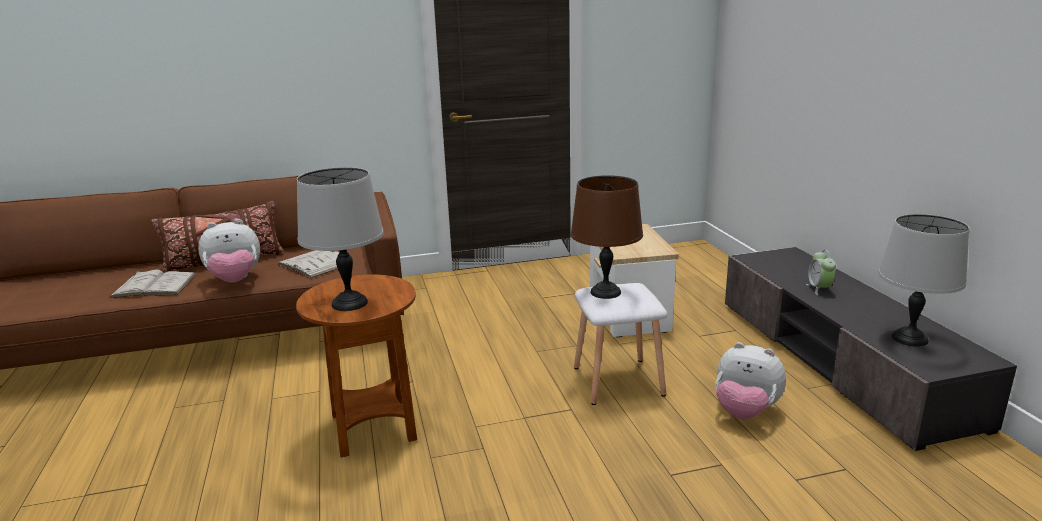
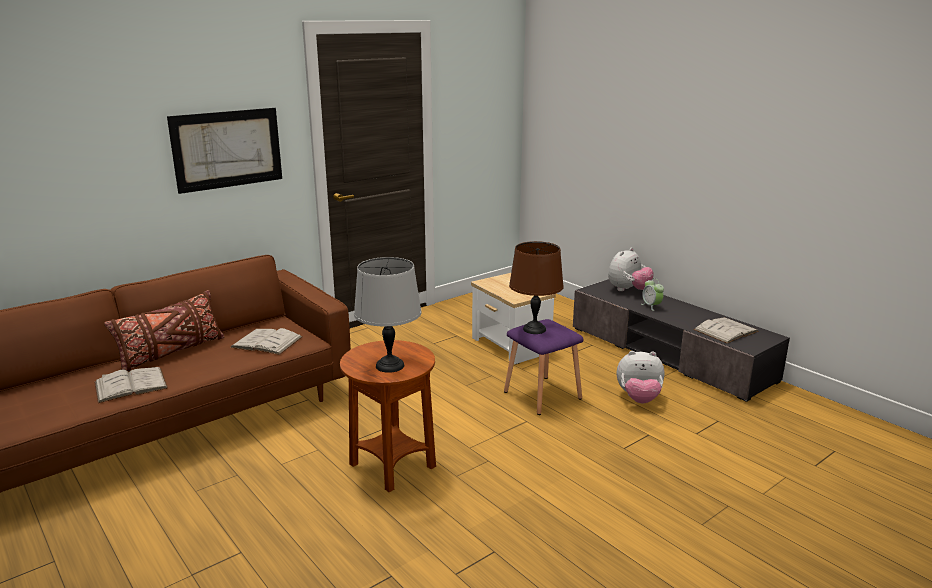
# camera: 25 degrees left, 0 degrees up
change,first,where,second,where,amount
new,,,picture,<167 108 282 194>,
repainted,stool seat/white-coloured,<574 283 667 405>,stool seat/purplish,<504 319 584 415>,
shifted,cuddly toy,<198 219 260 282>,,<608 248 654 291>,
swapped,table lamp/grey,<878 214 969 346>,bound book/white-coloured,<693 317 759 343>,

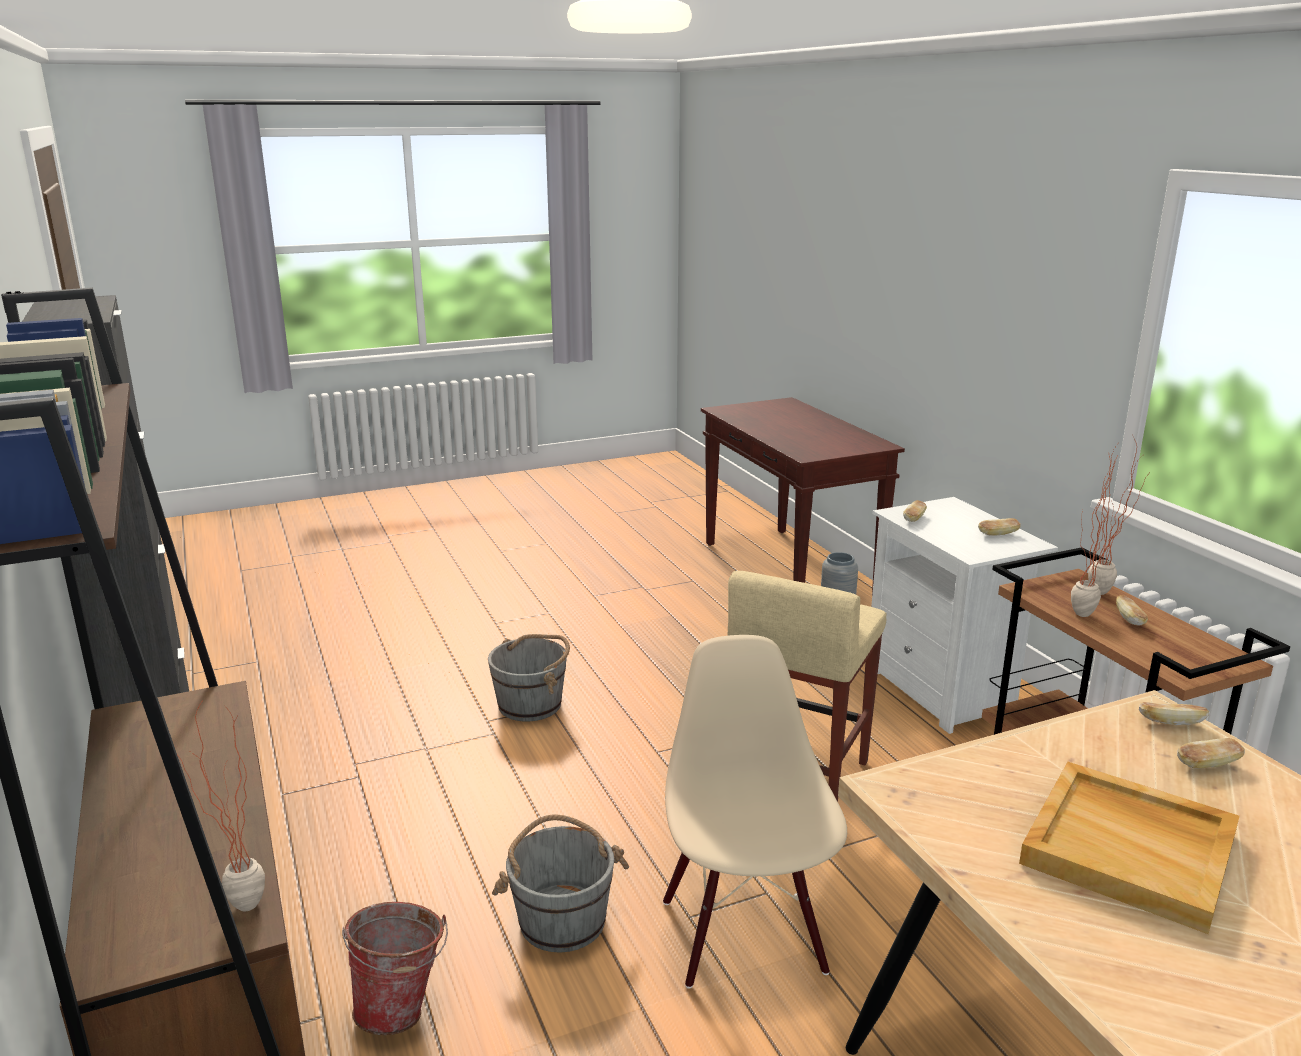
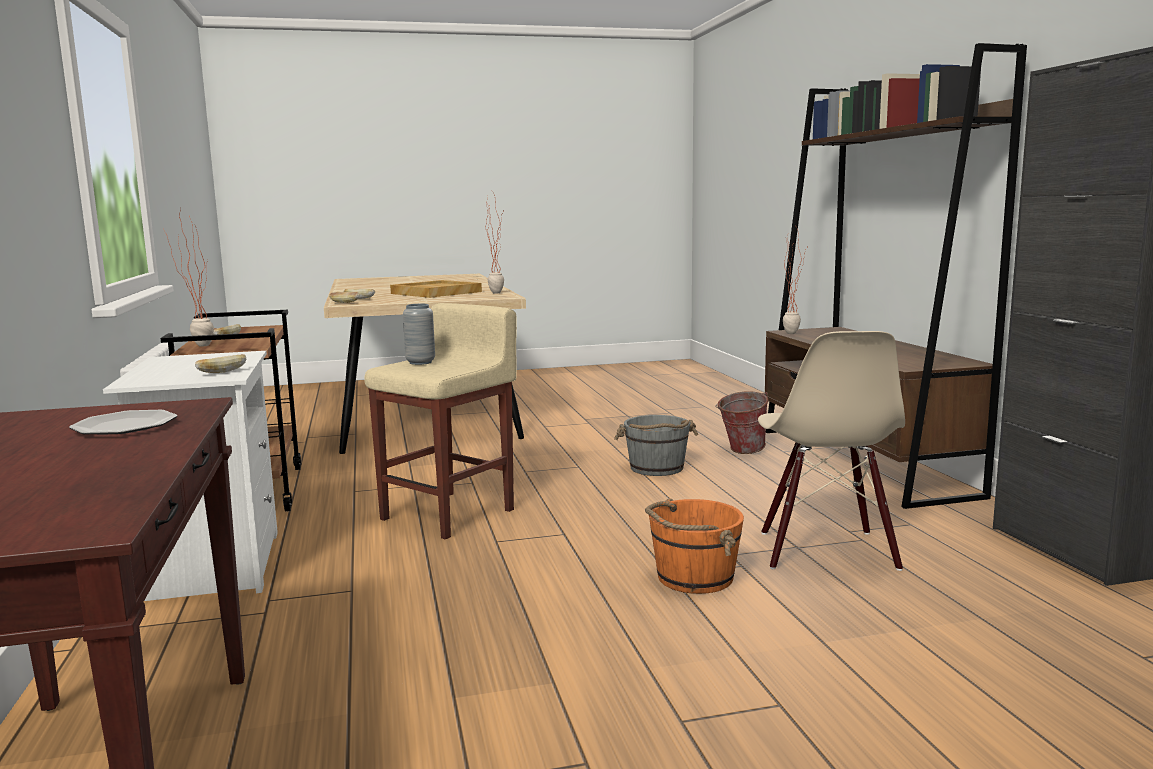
# camera: 170 degrees left, 10 degrees down
change,first,where,second,where,amount
new,,,plate,<69 410 177 435>,
shifted,houseplant,<1071 454 1132 617>,,<485 195 504 294>,
repainted,bucket/grey,<488 634 570 721>,bucket/orangey,<645 499 744 594>,
shifted,chair/beige,<663 635 847 989>,,<758 331 905 571>,
gone,baked bread,<978 518 1021 535>,,,

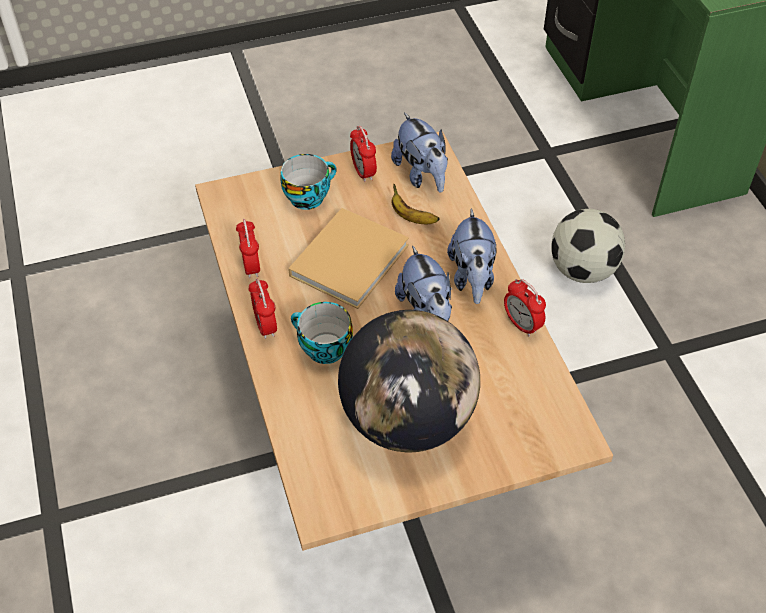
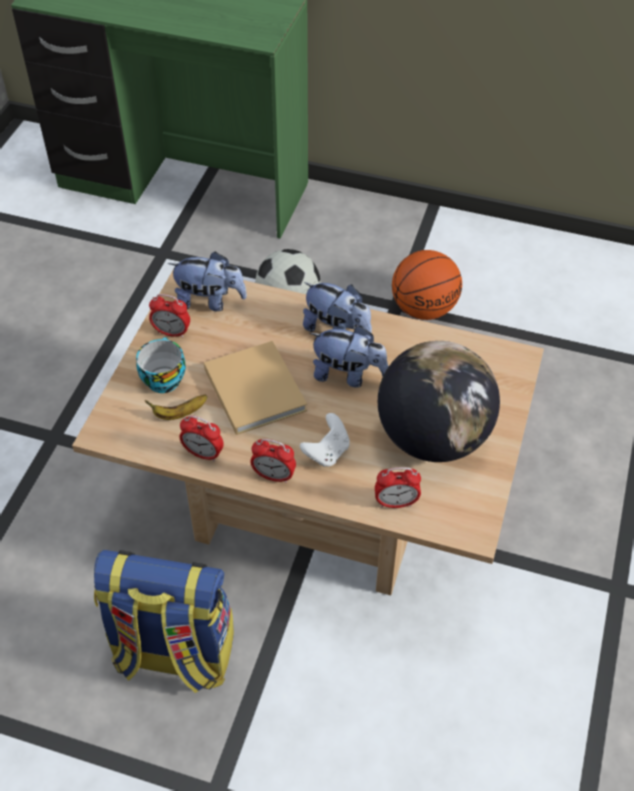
# camera: 55 degrees left, 0 degrees up
change,first,where,second,where,amount
new,,,knapsack,<94 550 234 693>,
shifted,banana,<391 184 440 224>,,<145 395 207 420>,
swapped,cup,<291 302 353 364>,game controller/white-coloured,<300 413 350 467>,
shifted,bedside clock,<504 279 546 337>,,<375 467 421 508>,
new,,,basketball ball,<392 250 462 320>,

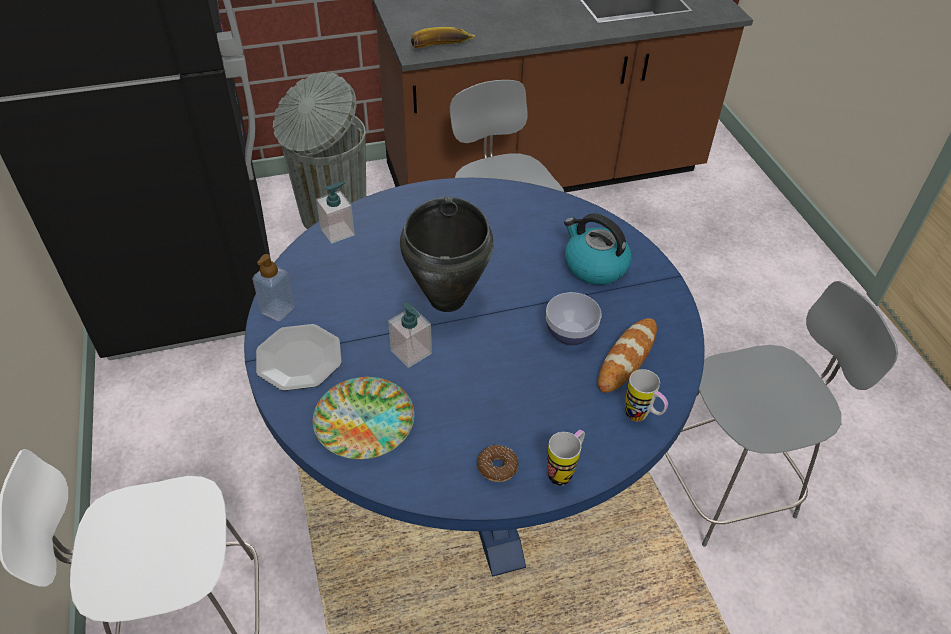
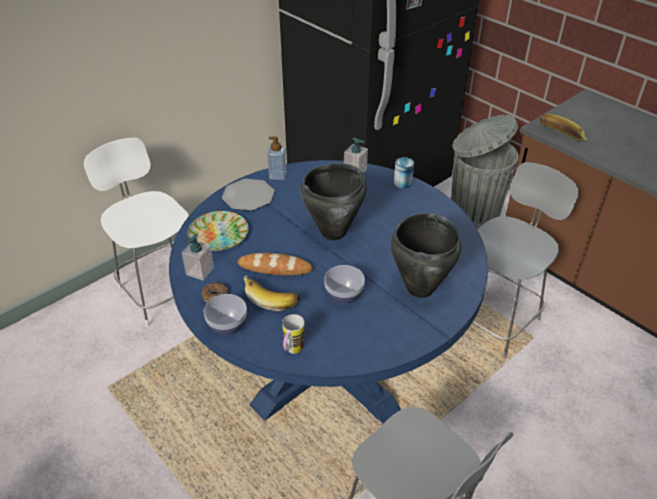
# camera: 65 degrees right, 5 degrees down
change,first,where,second,where,amount
shifted,soap dispenser,<388 302 432 368>,,<181 234 214 281>,
swapped,coffee mug,<547 430 585 486>,deep dish,<204 294 247 335>,
shifted,baked bread,<598 318 657 393>,,<237 253 313 275>,
new,,,banana,<244 275 300 311>,
swapped,water kettle,<564 213 632 285>,stockpot/black,<391 213 461 298>,
new,,,sealed can,<394 157 414 189>,

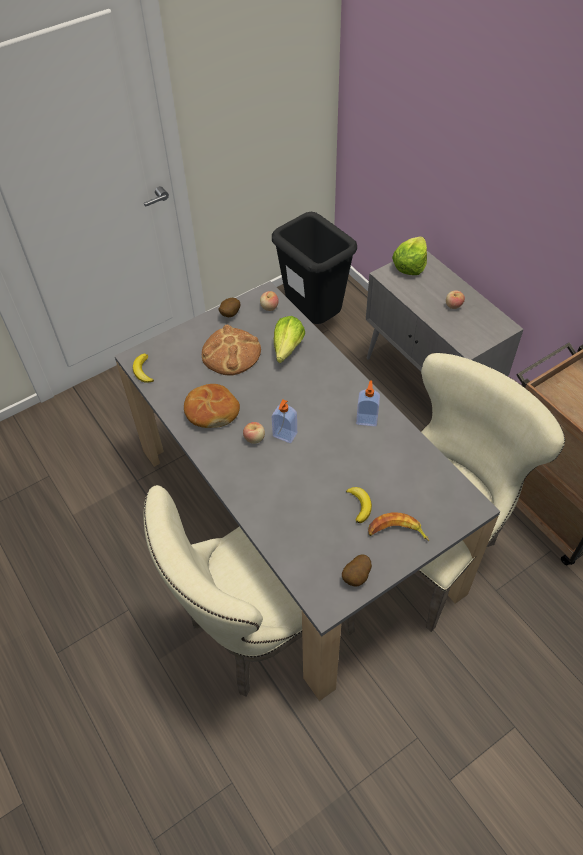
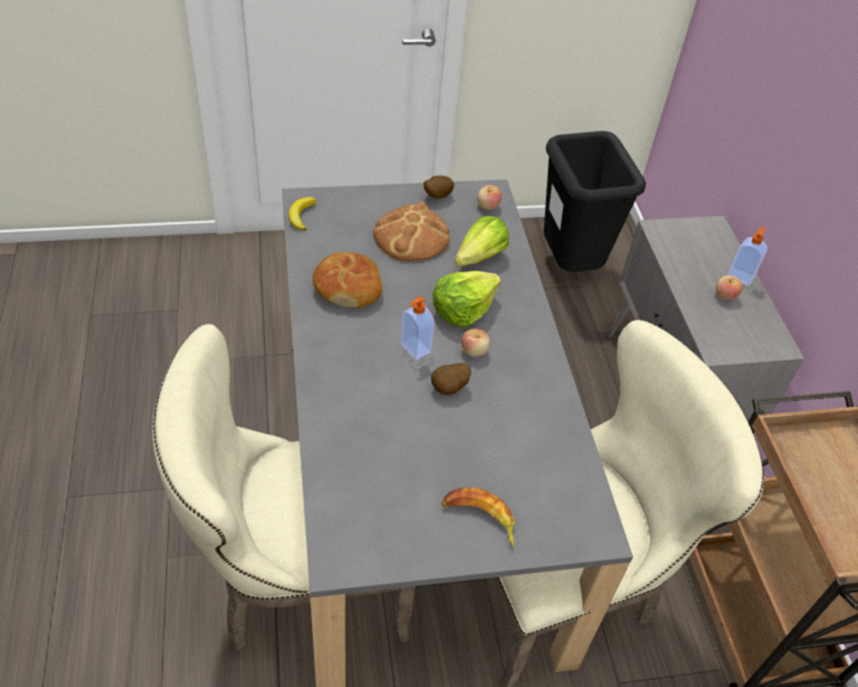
# camera: 20 degrees right, 5 degrees down
change,first,where,second,where,amount
shifted,spud,<342 555 372 587>,,<431 363 471 395>,
shifted,lettuce head,<392 236 427 275>,,<432 271 501 328>,
shifted,apple,<243 422 265 444>,,<461 328 490 357>,
shifted,soap dispenser,<356 380 380 426>,,<727 227 767 286>,
gone,banana,<346 487 372 523>,,,

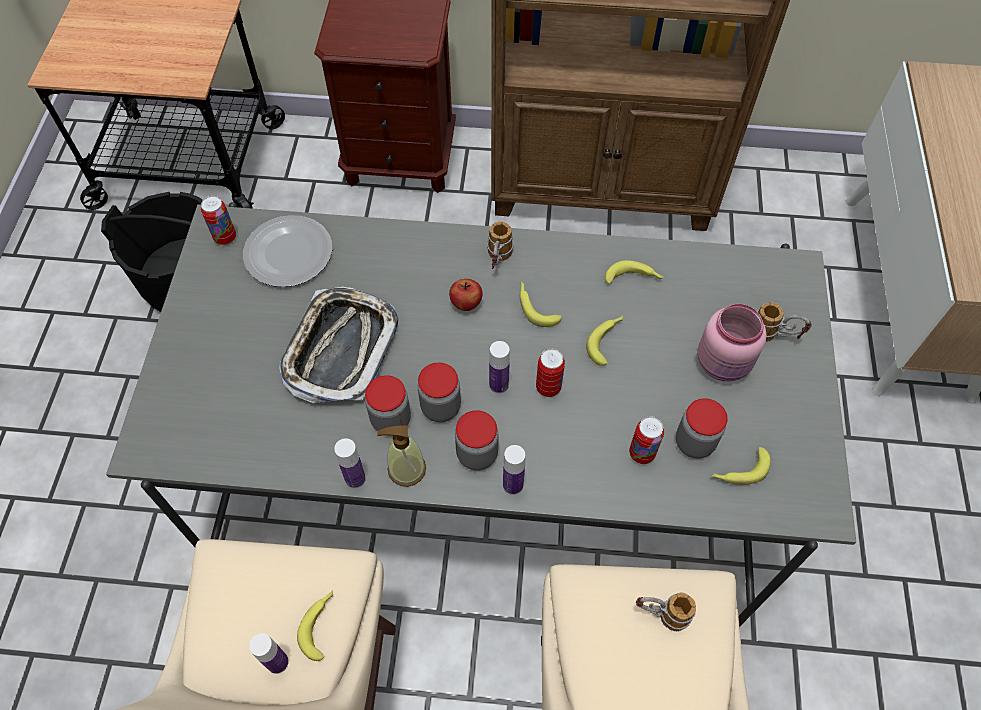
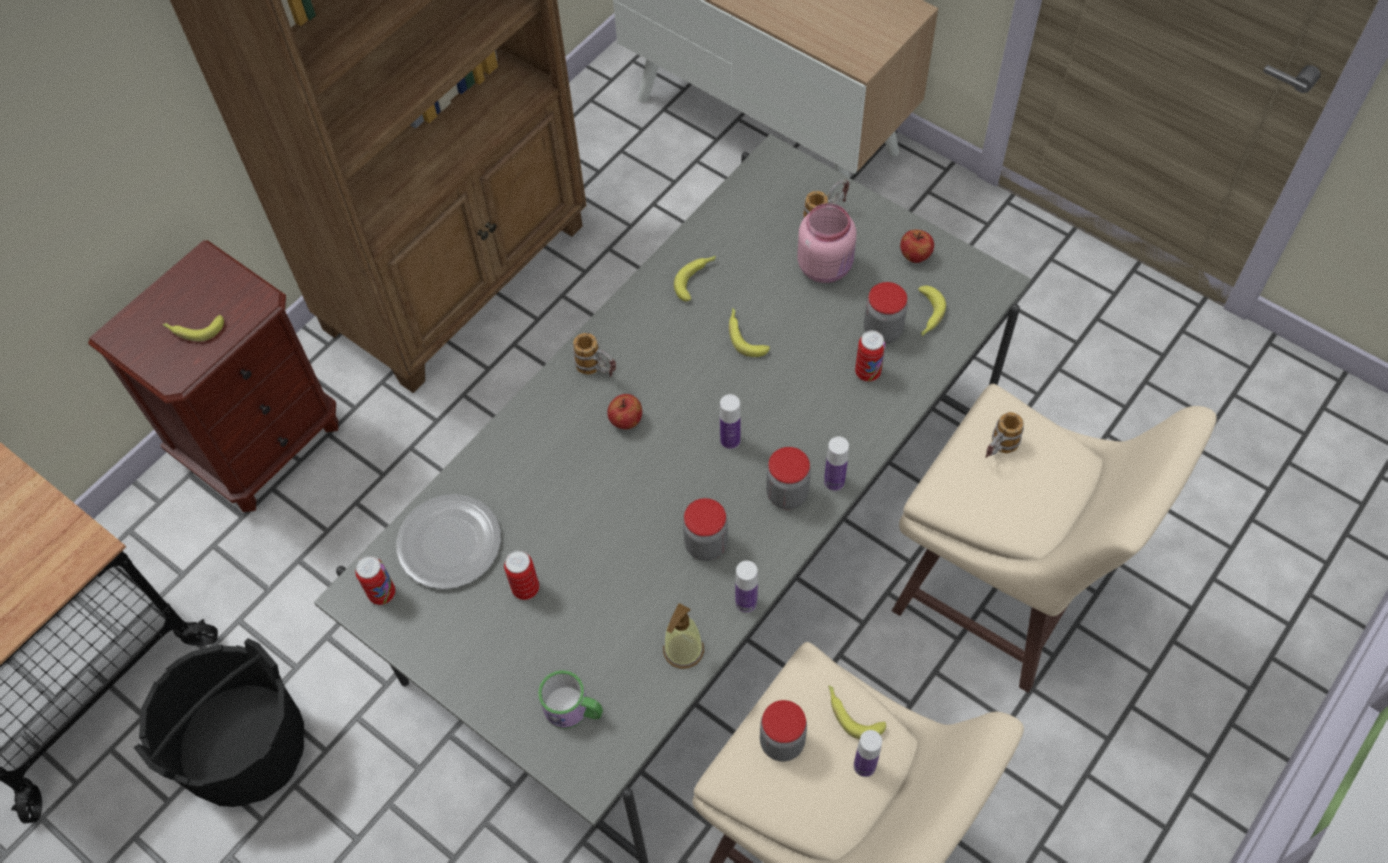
# camera: 55 degrees left, 0 degrees up
change,first,where,second,where,amount
shifted,banana,<520 282 562 327>,,<162 315 224 341>,
shifted,sealed can,<536 349 565 397>,,<504 550 539 600>,
new,,,coffee mug,<538 670 603 729>,
shifted,soap dispenser,<377 425 426 487>,,<663 603 704 669>,
shifted,storage jar,<418 363 461 422>,,<760 700 807 762>,
new,,,apple,<900 230 934 263>,
gone,tray,<279 287 398 403>,,,

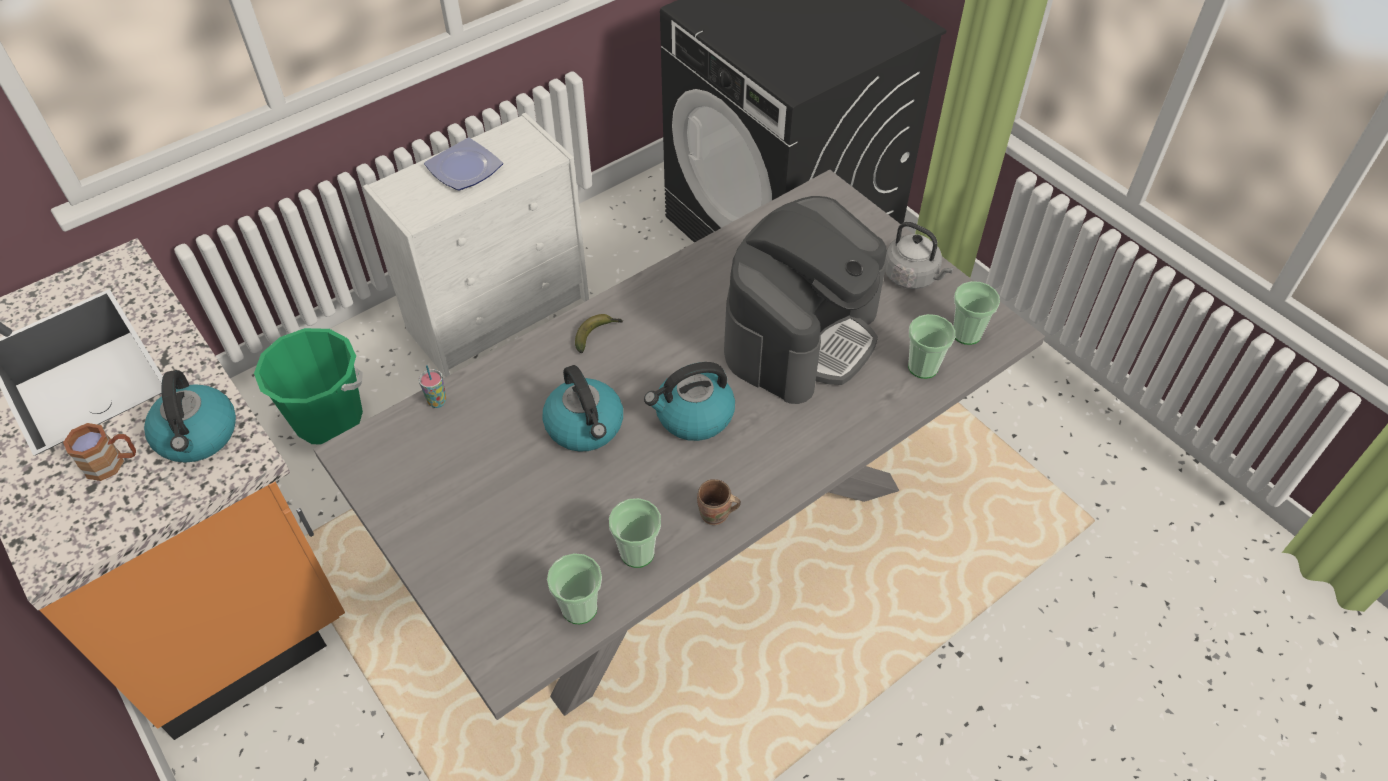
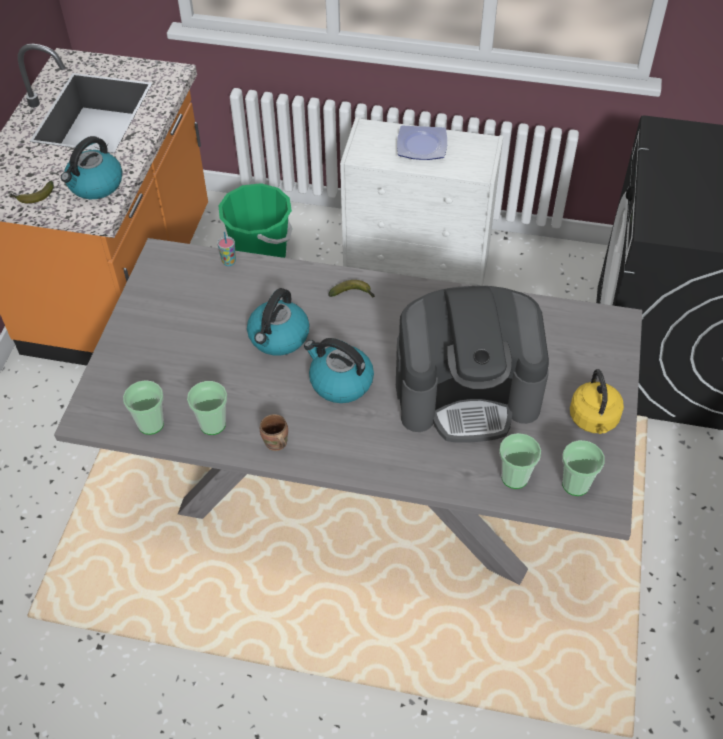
# camera: 50 degrees right, 0 degrees up
change,first,where,second,where,amount
new,,,banana,<10 181 54 203>,
repainted,water kettle/grey,<885 222 954 289>,water kettle/yellow,<570 369 624 434>,
gone,coffee mug/brownish,<63 423 136 481>,,,

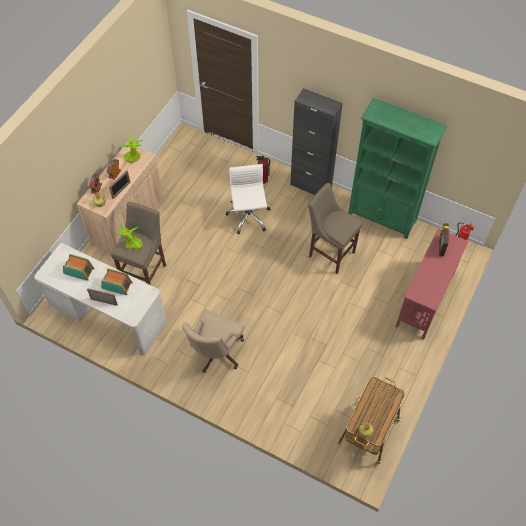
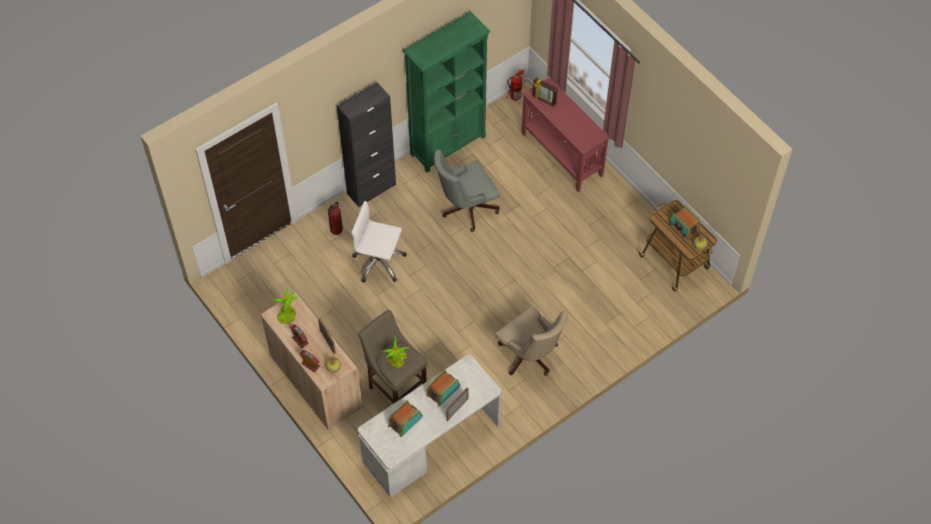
# camera: 65 degrees left, 0 degrees up
change,first,where,second,where,amount
swapped,stool seat/beige,<308 183 363 274>,computer chair/grey,<434 150 500 232>,
new,,,radio receiver,<668 205 700 240>,

